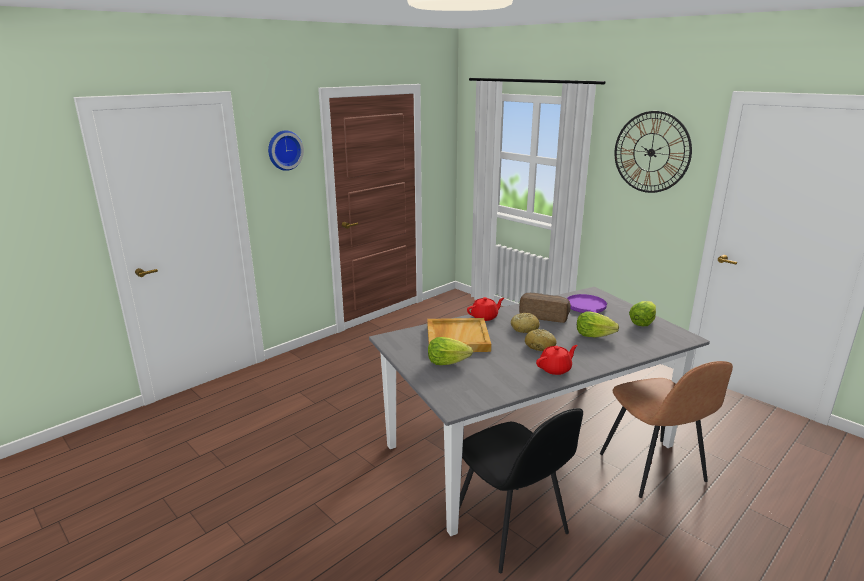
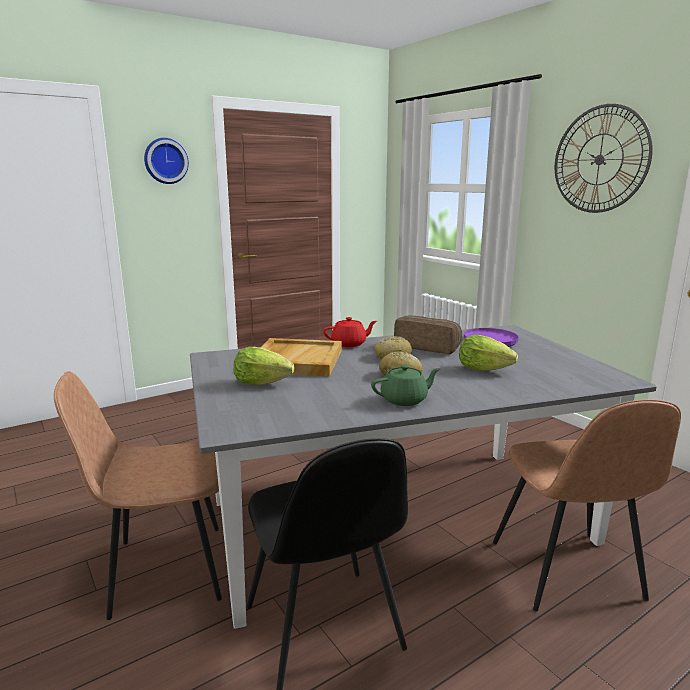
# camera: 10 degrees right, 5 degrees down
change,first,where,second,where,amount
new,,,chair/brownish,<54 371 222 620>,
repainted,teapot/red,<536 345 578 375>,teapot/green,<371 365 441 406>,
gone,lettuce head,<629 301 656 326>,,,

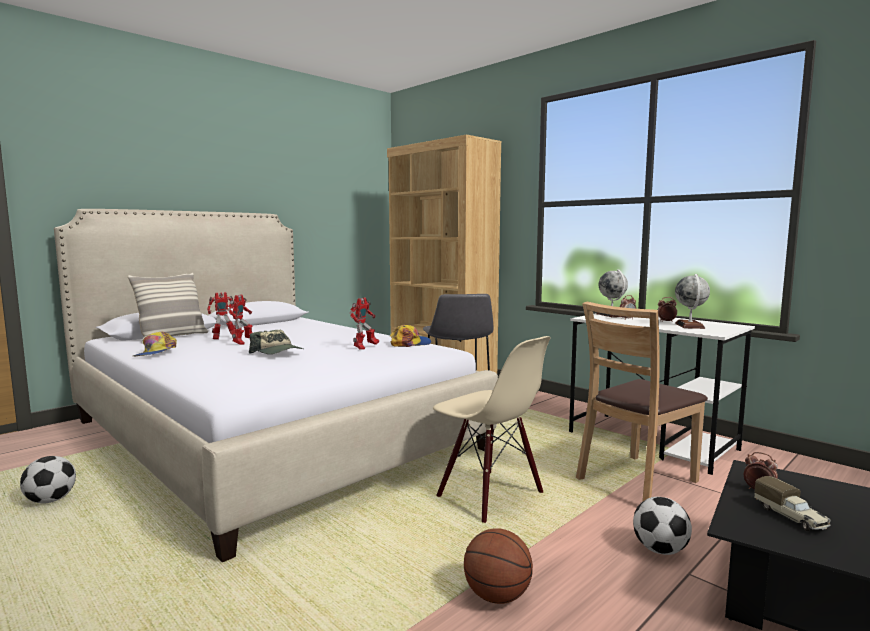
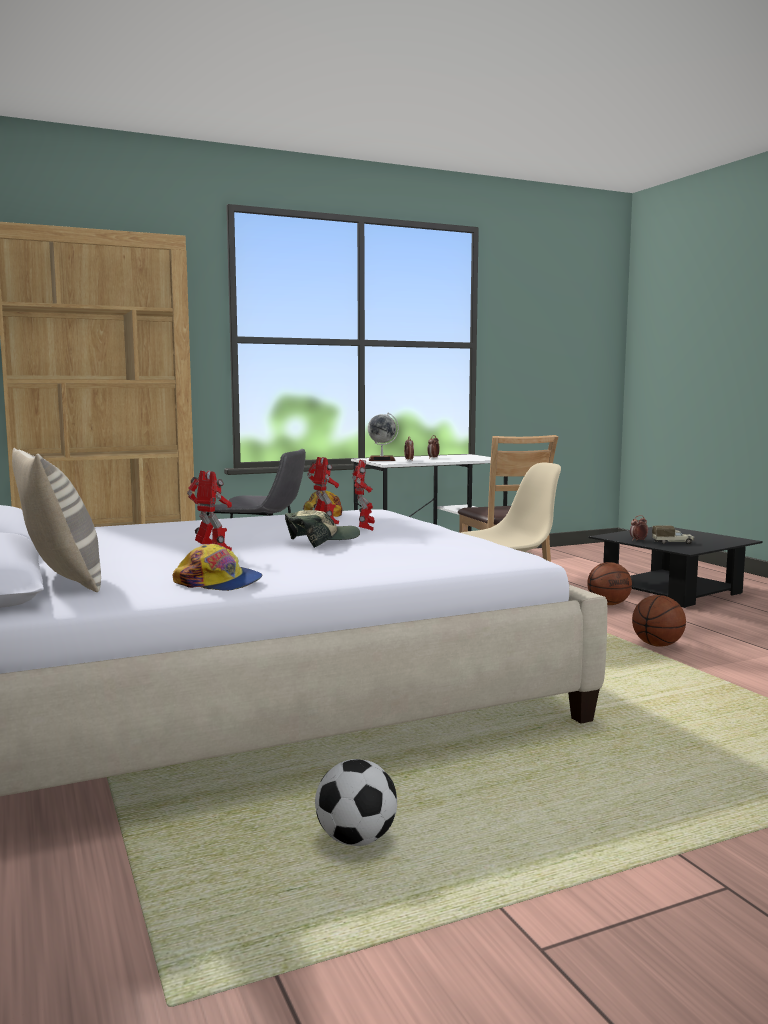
# camera: 70 degrees left, 0 degrees up
change,first,where,second,where,amount
shifted,toy robot,<207 292 236 340>,,<352 460 375 531>,
swapped,football ball,<633 497 692 555>,basketball ball,<587 562 632 605>,
gone,globe,<675 274 710 329>,,,

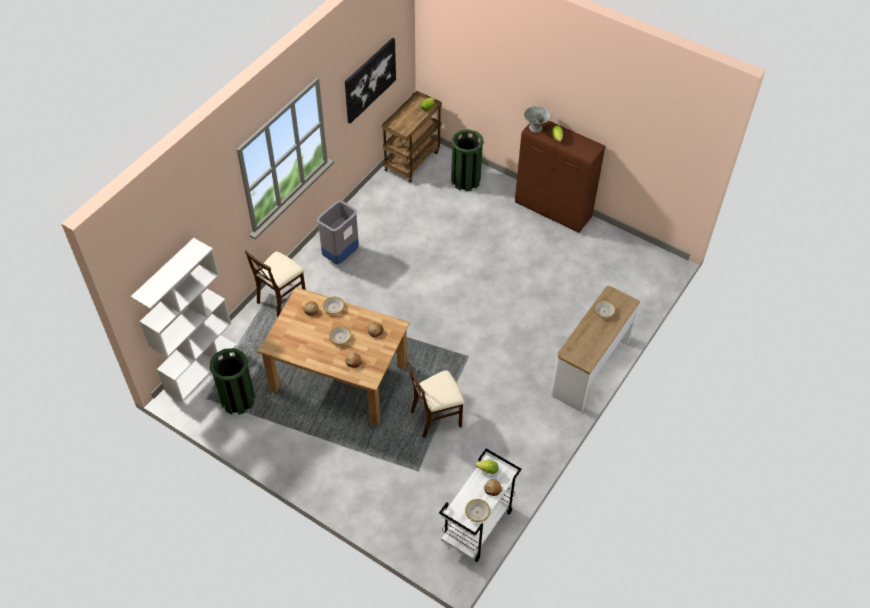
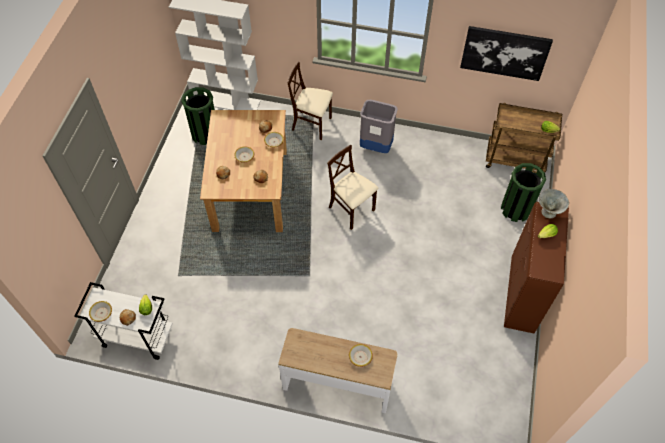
# camera: 70 degrees right, 5 degrees up
change,first,where,second,where,amount
shifted,chair/beige,<408 363 465 438>,,<327 145 379 230>,

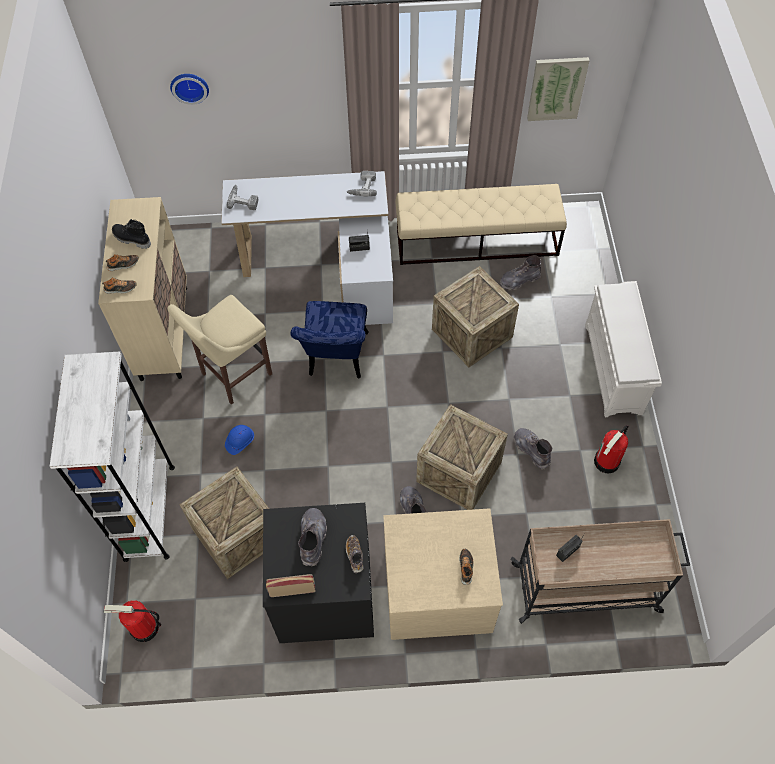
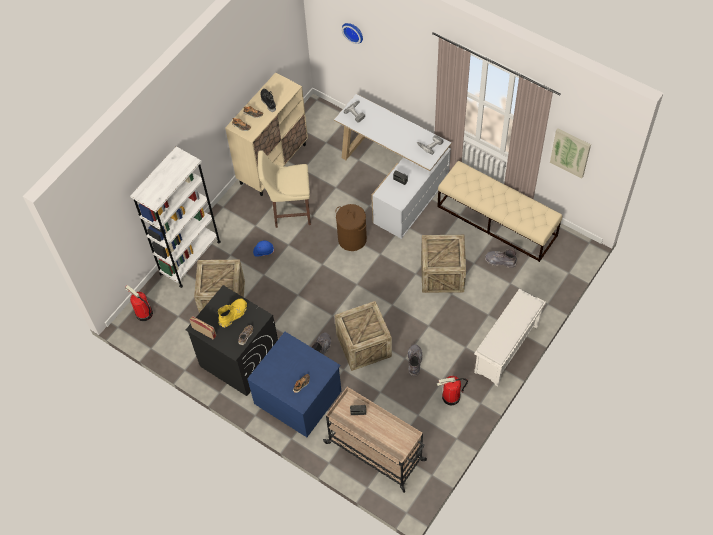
# camera: 40 degrees right, 0 degrees up
change,first,where,second,where,amount
repainted,tall boot/grey,<298 508 327 566>,tall boot/yellow,<218 298 247 328>,
repainted,drawer chest/beige,<383 508 503 640>,drawer chest/blue,<247 332 341 437>,
swapped,chair/blue,<291 301 369 379>,washing basket/brownish,<335 204 367 251>,

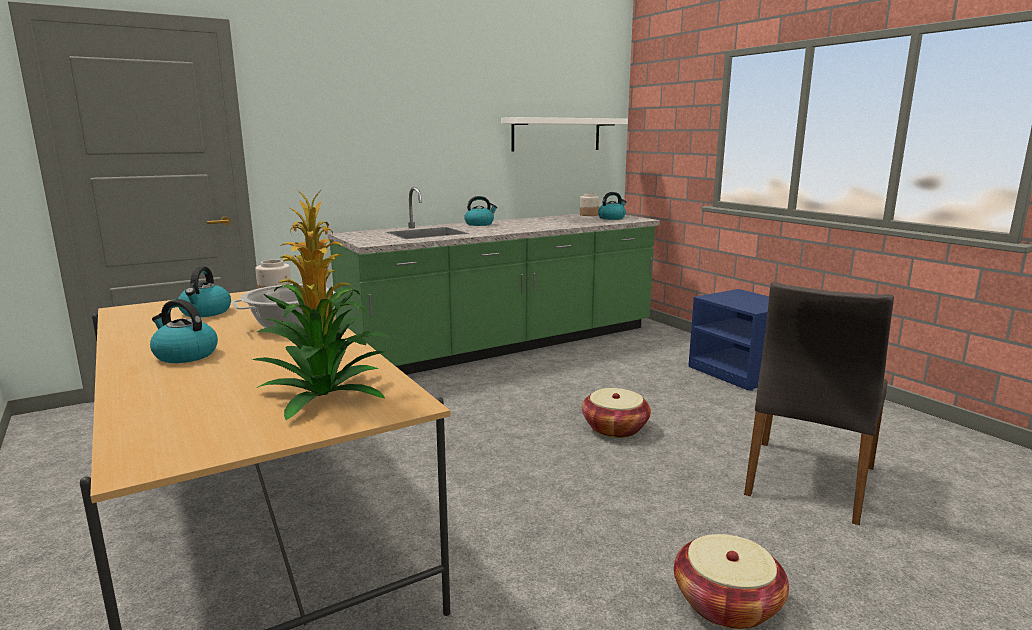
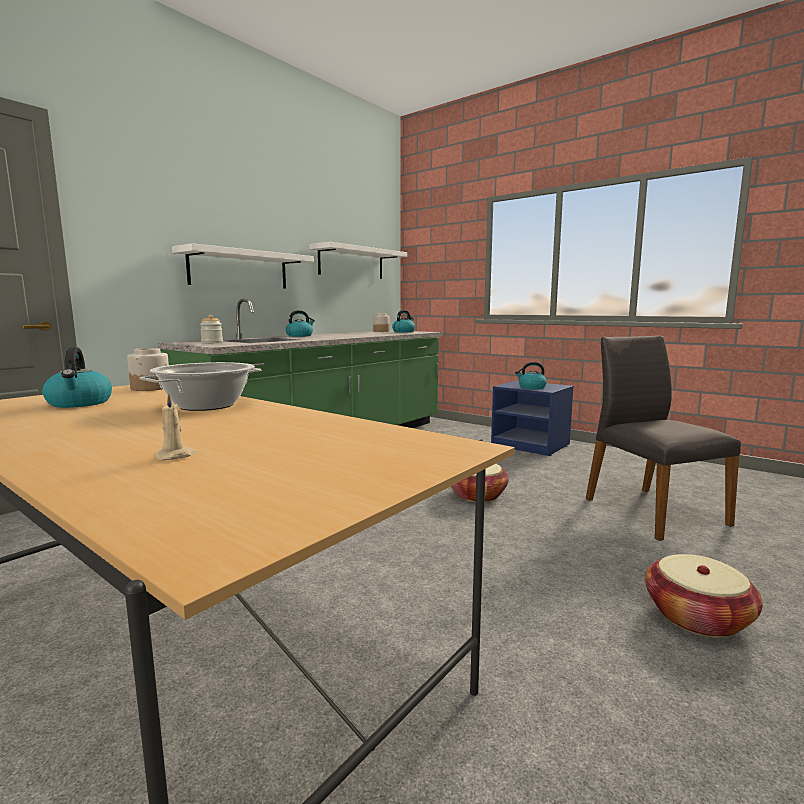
# camera: 20 degrees left, 5 degrees down
change,first,where,second,where,amount
new,,,wax candle/beige,<154 393 197 460>,
new,,,wall shelf/white-coloured,<172 243 314 288>,
new,,,storage jar,<200 315 223 343>,
shifted,water kettle,<150 299 218 363>,,<515 362 547 389>,
rotated,chair/grey,<744 282 894 525>,,<586 336 741 541>,150 degrees clockwise
gone,houseplant,<252 190 391 420>,,,

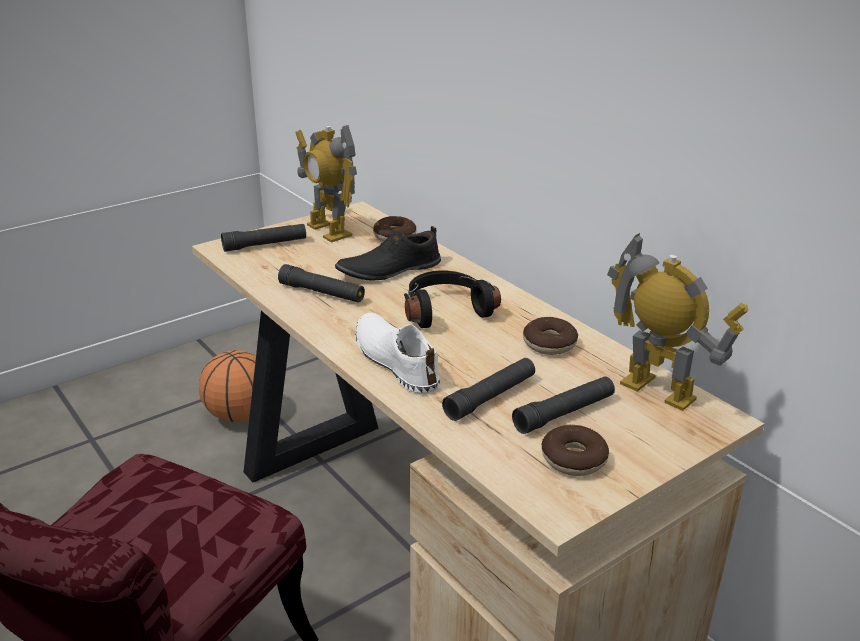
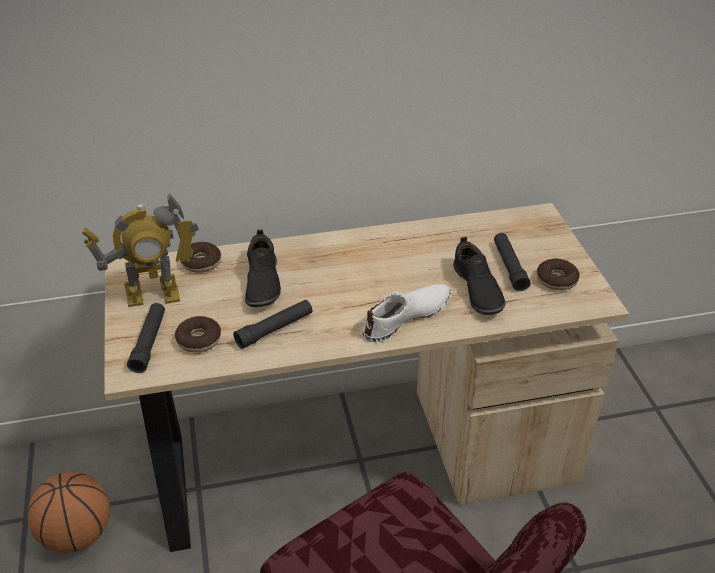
# camera: 65 degrees left, 10 degrees up
change,first,where,second,where,amount
shifted,donut,<523 317 578 355>,,<175 316 221 352>,
rotated,item of footwear/white-coloured,<355 313 440 394>,,<361 284 451 342>,150 degrees clockwise
swapped,torch/black,<442 358 535 421>,item of footwear/black,<453 237 505 315>,
gone,headphones/black,<404 270 501 328>,,,
gone,toy robot,<607 233 749 411>,,,

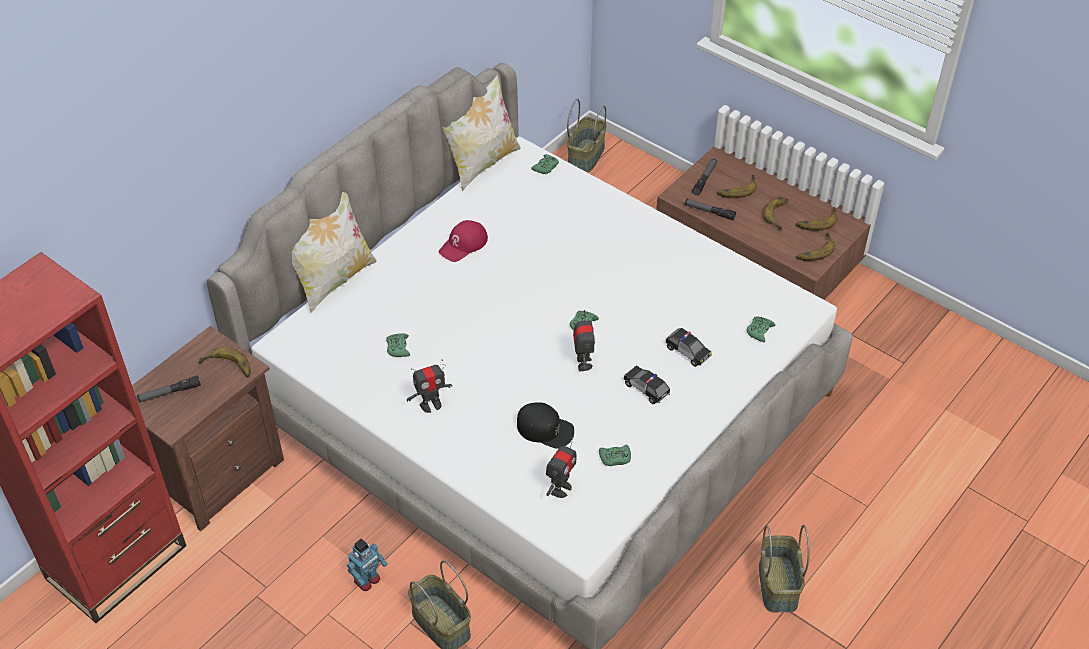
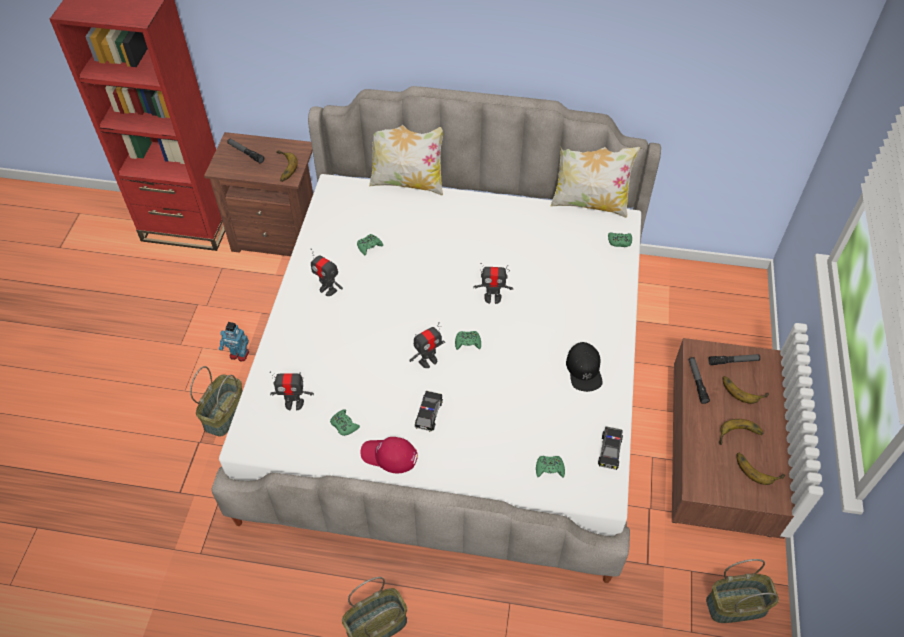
# camera: 60 degrees right, 5 degrees up
change,first,where,second,where,amount
shifted,cap/red,<438 220 488 262>,,<360 437 418 473>,
new,,,toy robot,<474 263 513 304>,
shifted,cap/black,<517 402 574 449>,,<566 342 603 392>,
shifted,miniature car,<666 328 712 367>,,<598 427 623 470>,
shifted,basket,<567 99 606 173>,,<706 559 779 623>,
gone,banana,<796 233 835 261>,,,

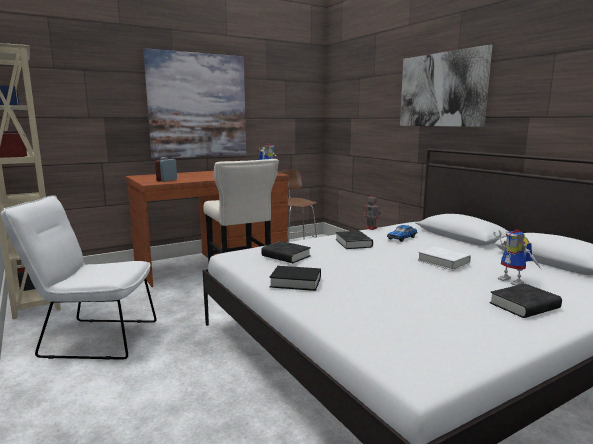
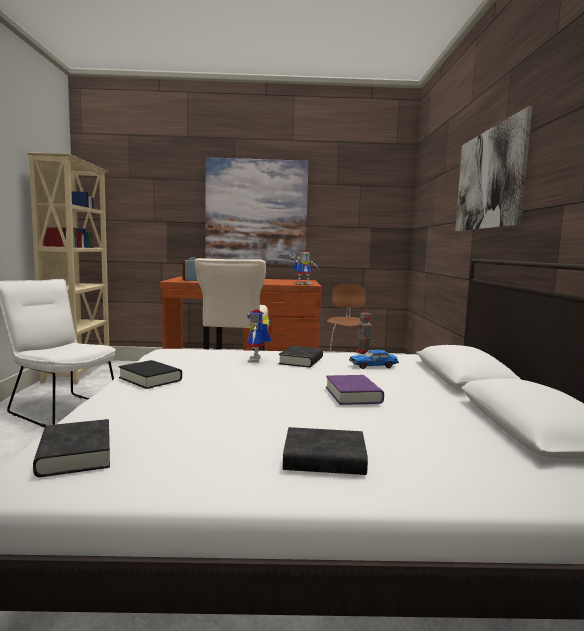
# camera: 30 degrees right, 5 degrees down
change,first,where,second,where,amount
shifted,bound book/black,<261 241 311 263>,,<33 419 110 477>,
shifted,toy robot,<494 229 541 286>,,<247 310 272 363>,
repainted,bound book/white-coloured,<417 246 471 271>,bound book/purplish,<326 375 384 405>,

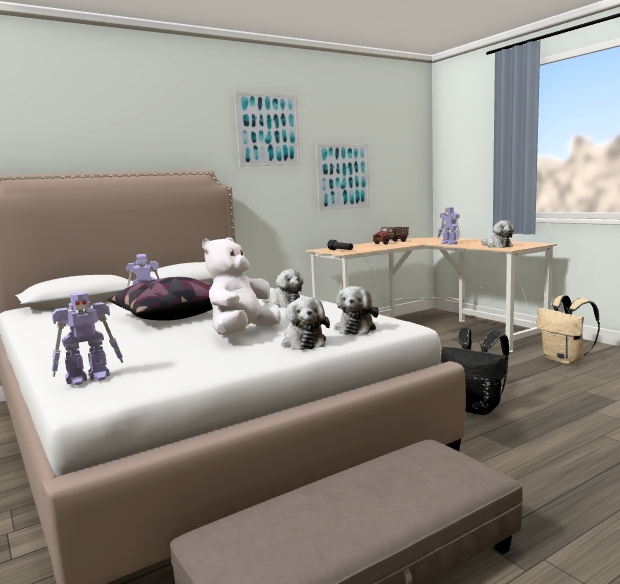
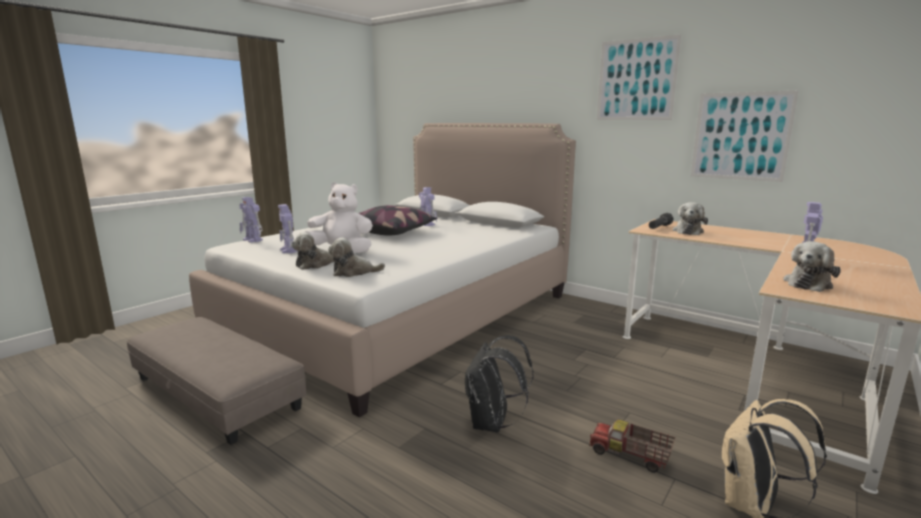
# camera: 70 degrees right, 5 degrees up
change,first,where,second,where,amount
new,,,toy robot,<278 204 298 253>,
shifted,model truck,<373 227 409 244>,,<589 420 676 473>,
shifted,cuddly toy,<262 269 304 308>,,<673 202 708 235>,

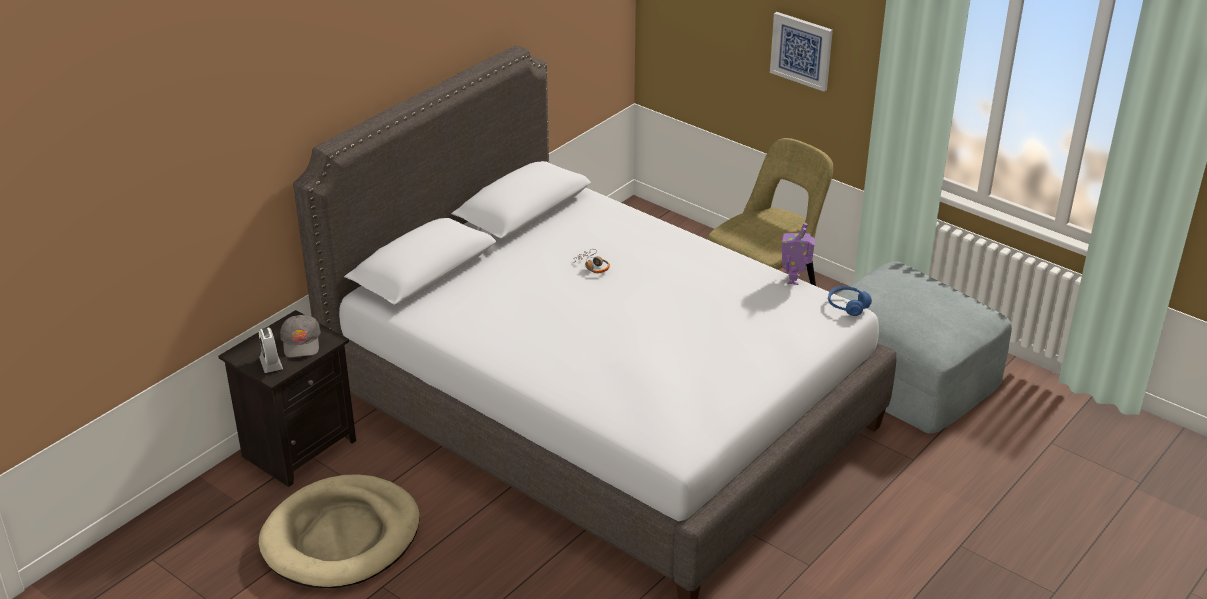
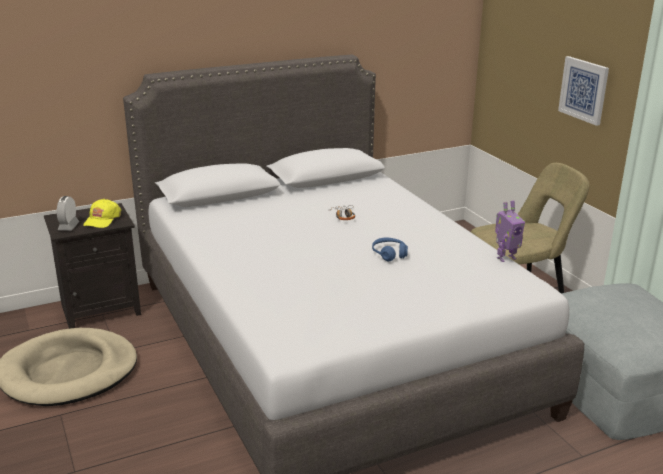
# camera: 25 degrees right, 10 degrees down
change,first,where,second,where,amount
repainted,cap/grey,<280 315 321 358>,cap/yellow,<83 199 121 228>,
shifted,headphones/blue,<828 286 872 316>,,<372 238 408 261>,
rotated,toy robot,<781 223 815 285>,,<495 201 525 262>,150 degrees counterclockwise

